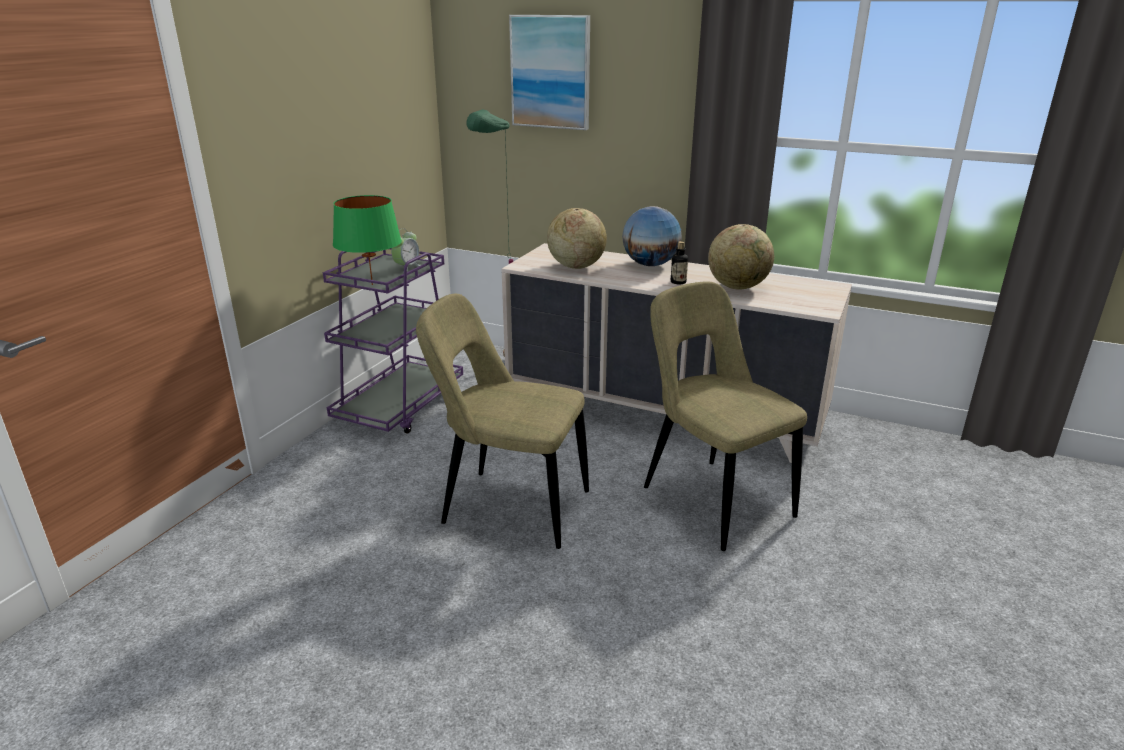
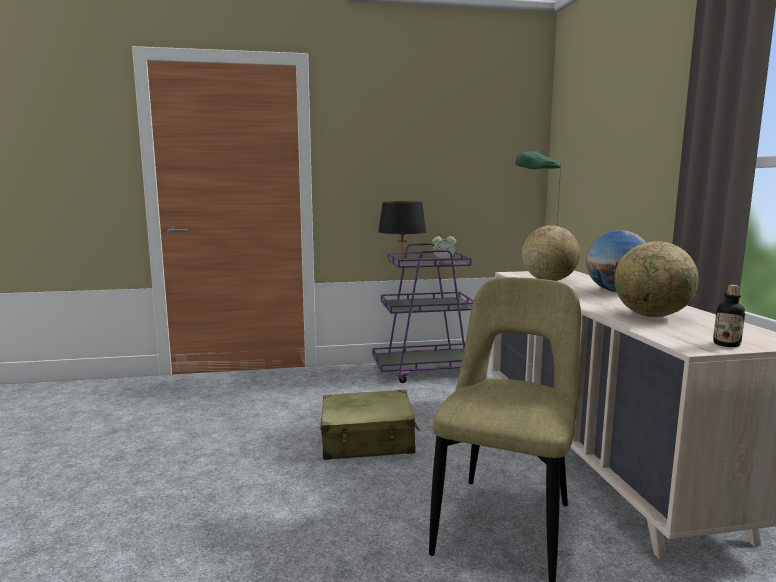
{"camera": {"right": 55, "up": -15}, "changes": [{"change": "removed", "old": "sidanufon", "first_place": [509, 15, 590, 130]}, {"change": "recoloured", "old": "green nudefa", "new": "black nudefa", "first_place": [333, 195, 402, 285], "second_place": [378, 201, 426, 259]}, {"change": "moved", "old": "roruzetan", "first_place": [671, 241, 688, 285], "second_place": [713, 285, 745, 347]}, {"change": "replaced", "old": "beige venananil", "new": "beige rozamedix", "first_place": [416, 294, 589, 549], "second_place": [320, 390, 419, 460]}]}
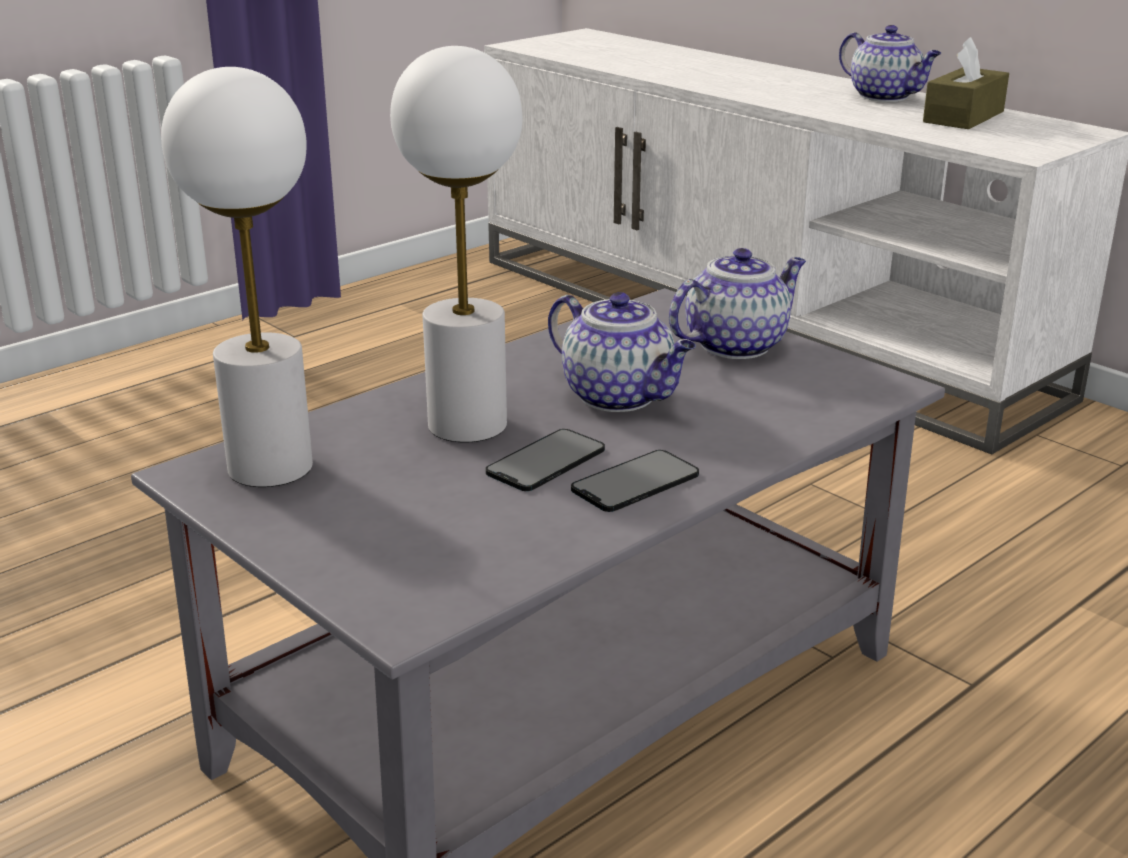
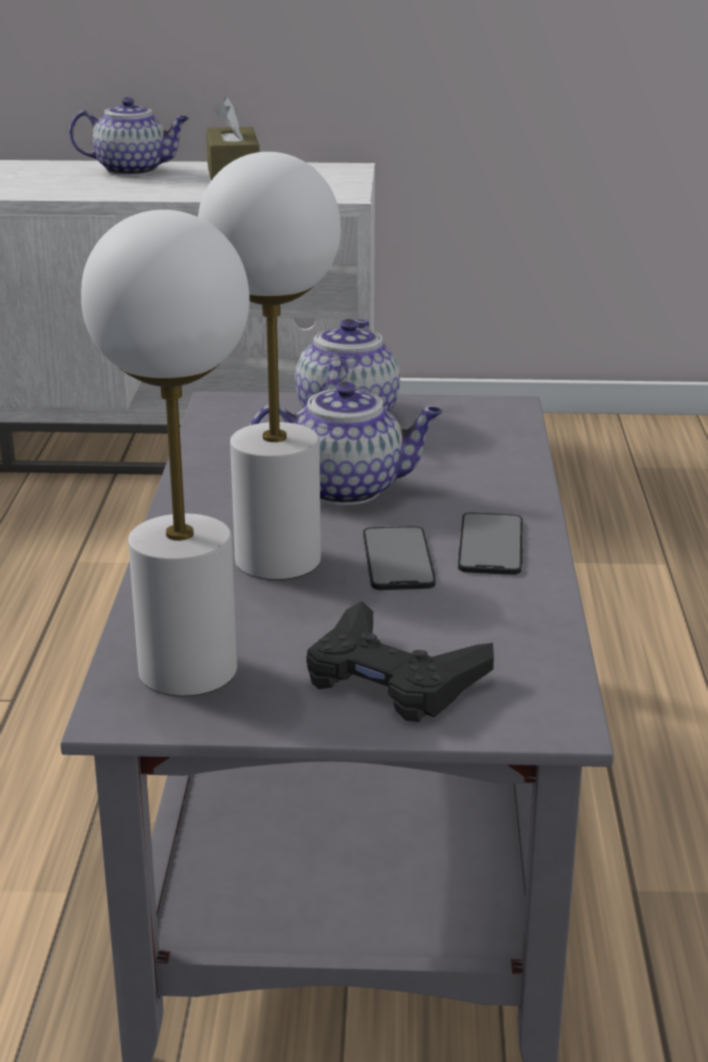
{"camera": {"right": -45, "up": 0}, "changes": [{"change": "added", "new": "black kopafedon", "second_place": [306, 601, 494, 722]}]}
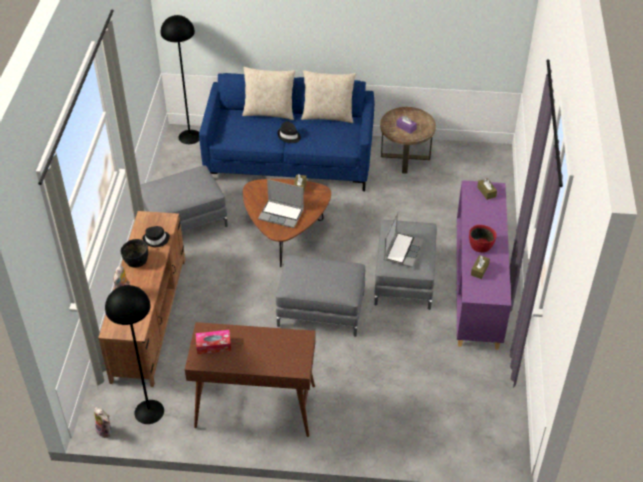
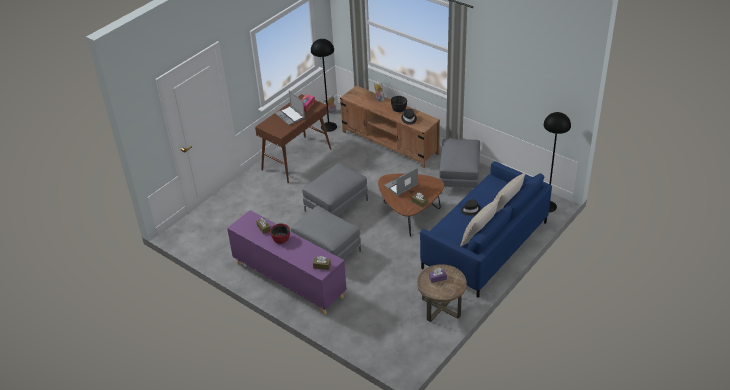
{"camera": {"right": 125, "up": -5}, "changes": [{"change": "moved", "old": "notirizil", "first_place": [384, 212, 424, 267], "second_place": [275, 91, 305, 125]}]}
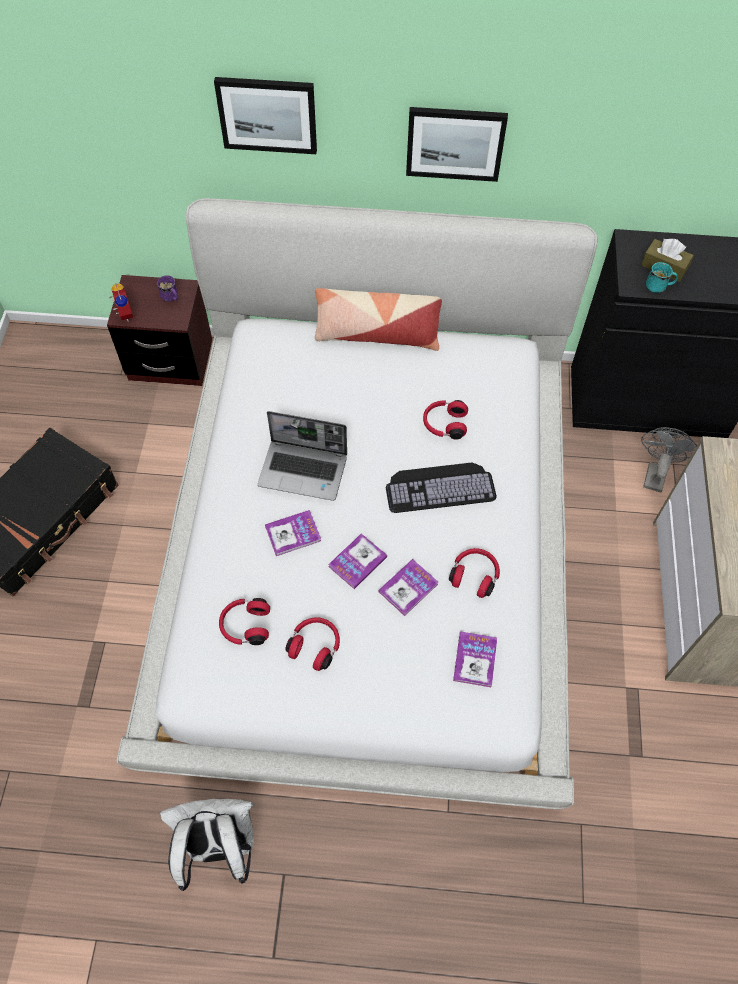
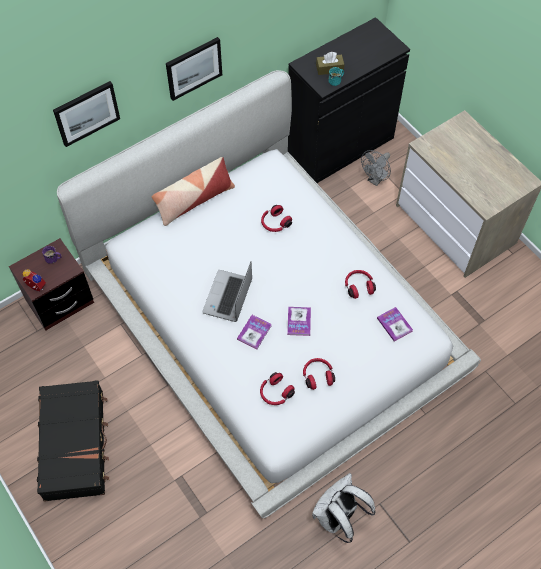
{"camera": {"right": -40, "up": 0}, "changes": [{"change": "turned", "old": "notirizil", "first_place": [258, 411, 347, 501], "second_place": [202, 261, 252, 322], "degrees": 135}, {"change": "turned", "old": "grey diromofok", "first_place": [641, 427, 697, 493], "second_place": [361, 150, 391, 186], "degrees": -120}, {"change": "removed", "old": "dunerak", "first_place": [386, 462, 497, 513]}, {"change": "removed", "old": "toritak", "first_place": [378, 559, 438, 616]}]}
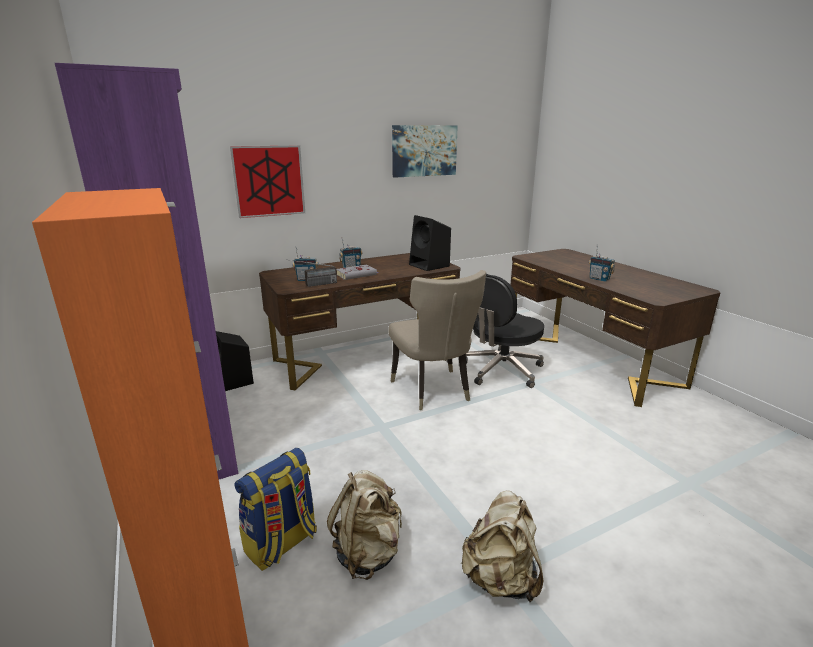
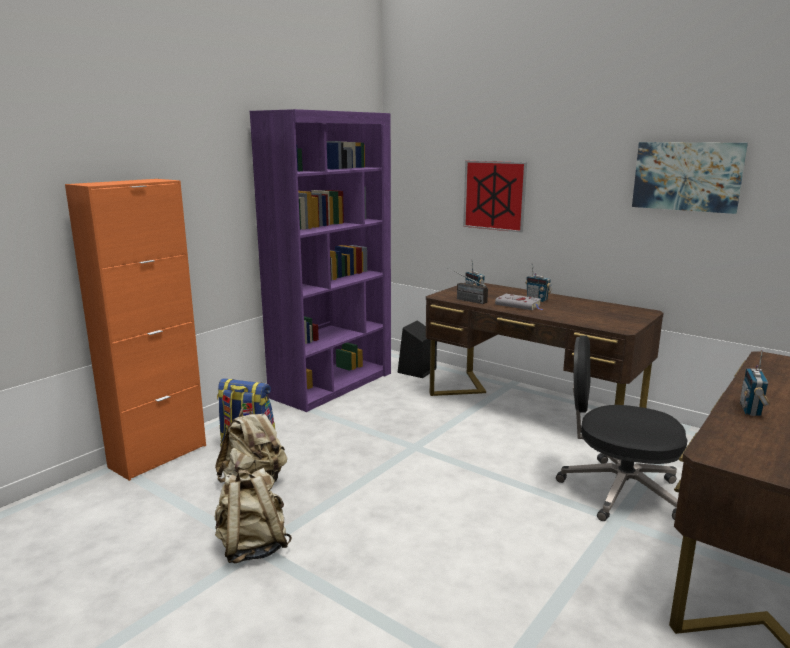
{"camera": {"right": 65, "up": -5}, "changes": [{"change": "removed", "old": "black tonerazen", "first_place": [409, 215, 451, 271]}, {"change": "removed", "old": "beige venananil", "first_place": [388, 270, 486, 410]}]}
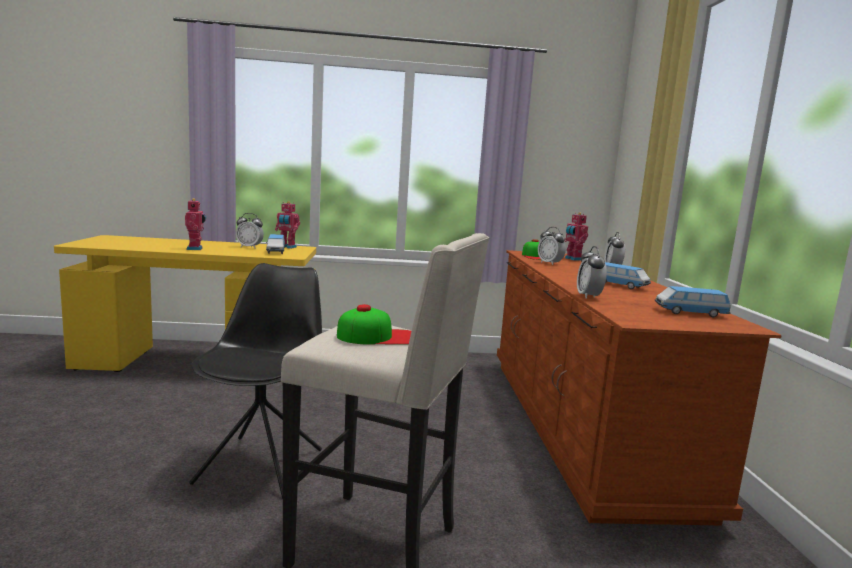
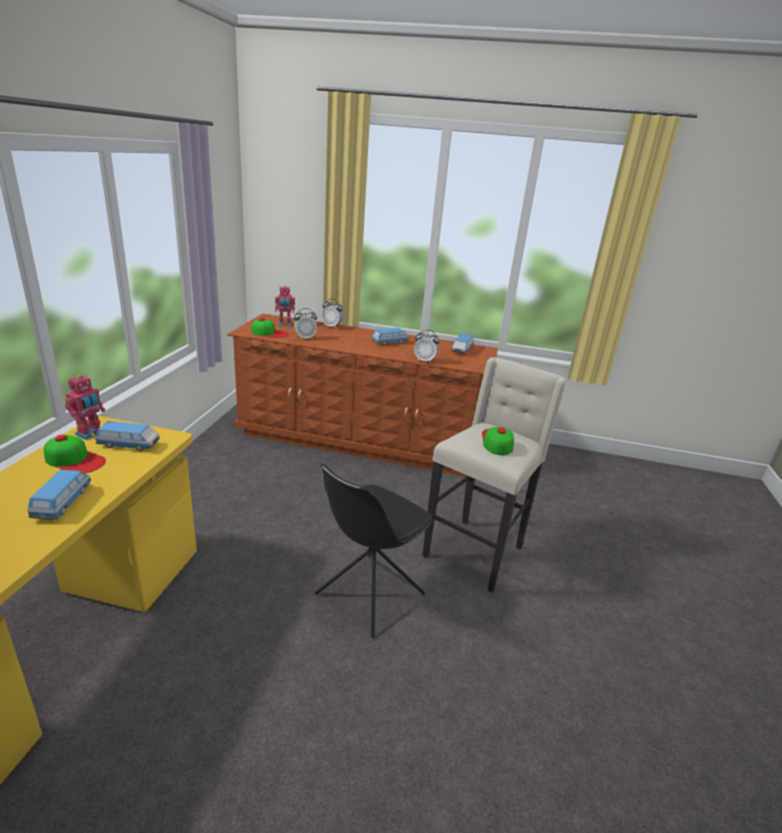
{"camera": {"right": -75, "up": 15}, "changes": [{"change": "replaced", "old": "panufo", "new": "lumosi", "first_place": [185, 198, 206, 250], "second_place": [28, 470, 91, 520]}, {"change": "replaced", "old": "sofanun", "new": "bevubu", "first_place": [236, 213, 264, 248], "second_place": [44, 435, 106, 474]}, {"change": "turned", "old": "black venananil", "first_place": [189, 263, 322, 499], "second_place": [315, 463, 433, 638], "degrees": -75}]}
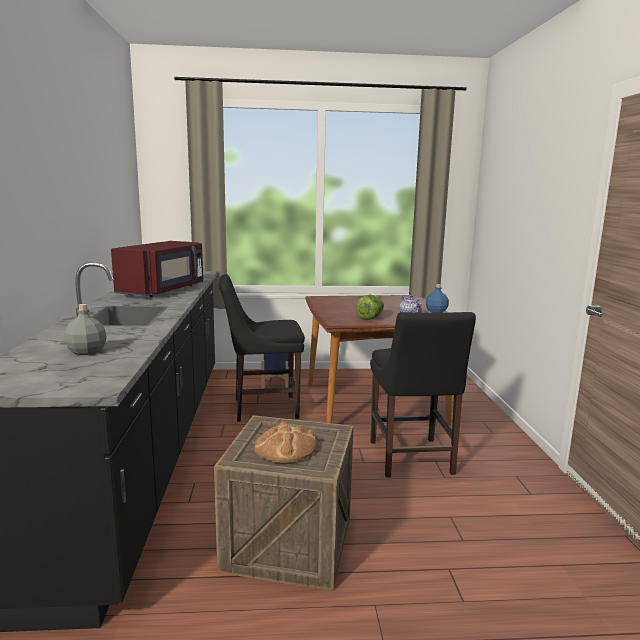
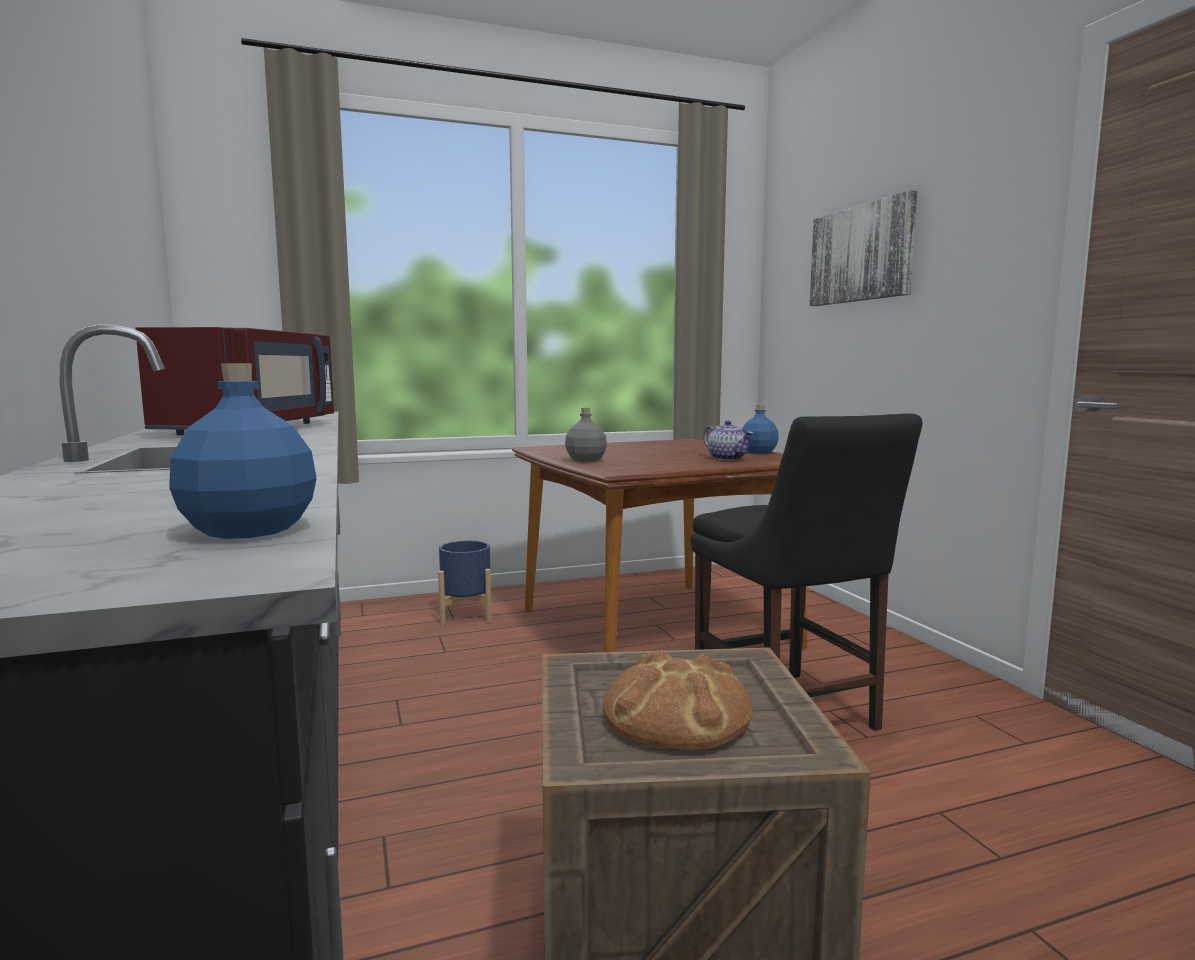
{"camera": {"right": -15, "up": -5}, "changes": [{"change": "removed", "old": "black venananil", "first_place": [219, 274, 305, 422]}, {"change": "removed", "old": "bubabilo", "first_place": [355, 295, 384, 320]}, {"change": "moved", "old": "grey roruzetan", "first_place": [65, 304, 107, 355], "second_place": [565, 408, 607, 462]}, {"change": "added", "new": "sidanufon", "second_place": [810, 190, 917, 306]}, {"change": "added", "new": "blue roruzetan", "second_place": [169, 363, 317, 539]}]}
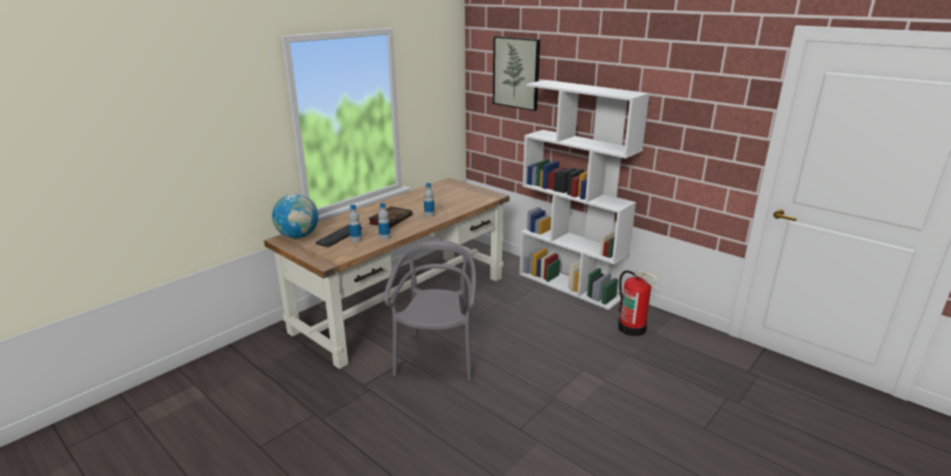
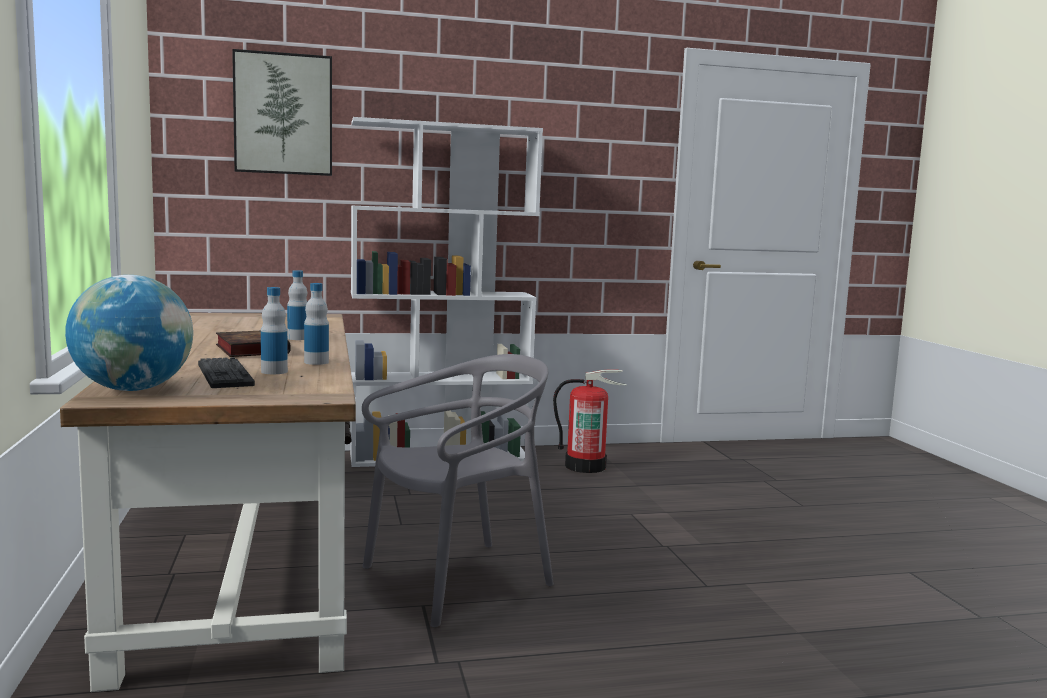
{"camera": {"right": -55, "up": -15}, "changes": [{"change": "turned", "old": "grey venananil", "first_place": [384, 241, 476, 381], "second_place": [362, 354, 554, 627], "degrees": 105}]}
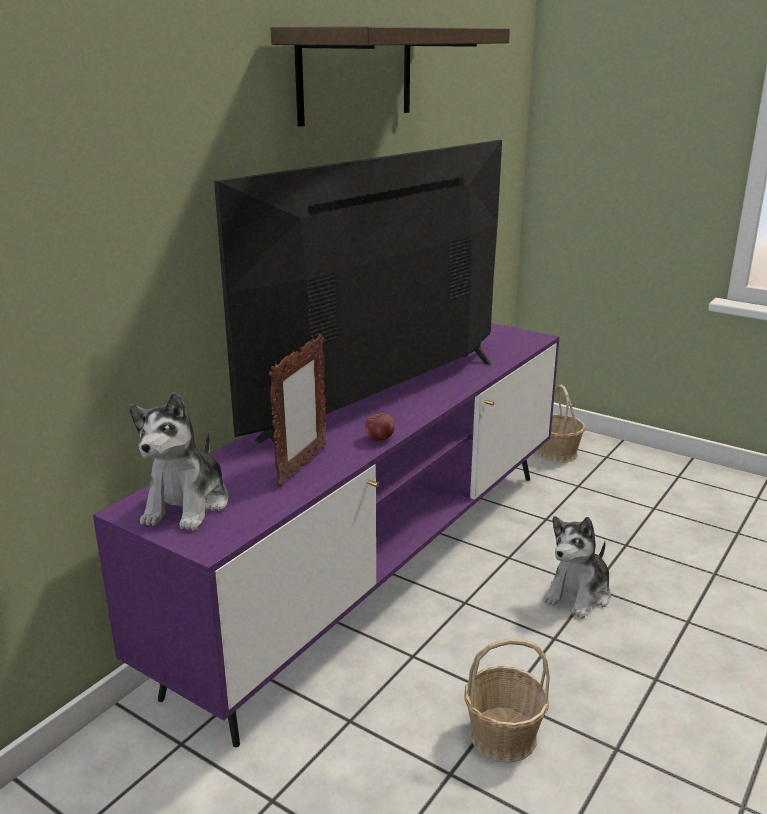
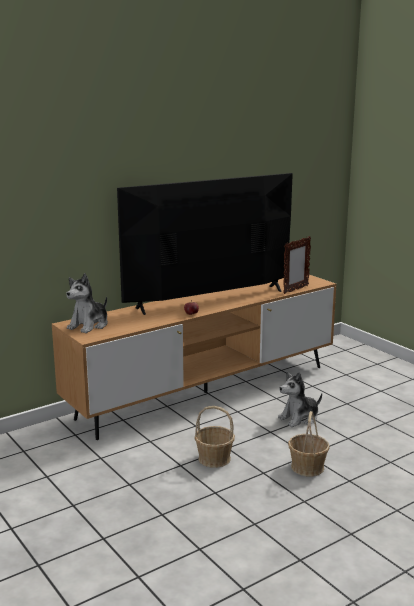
{"camera": {"right": 20, "up": -5}, "changes": [{"change": "removed", "old": "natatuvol", "first_place": [271, 26, 510, 127]}, {"change": "recoloured", "old": "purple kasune", "new": "brown kasune", "first_place": [93, 323, 559, 747], "second_place": [52, 274, 336, 440]}, {"change": "moved", "old": "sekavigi", "first_place": [269, 334, 327, 487], "second_place": [283, 236, 311, 294]}, {"change": "moved", "old": "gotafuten", "first_place": [537, 385, 586, 463], "second_place": [288, 411, 330, 476]}]}
